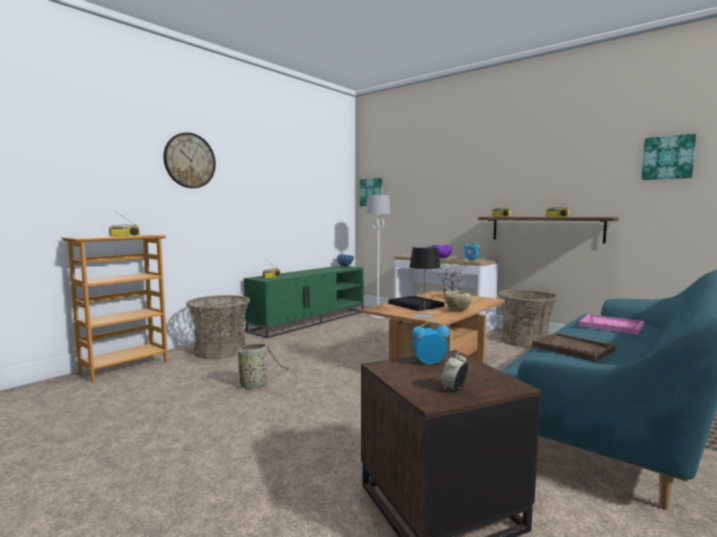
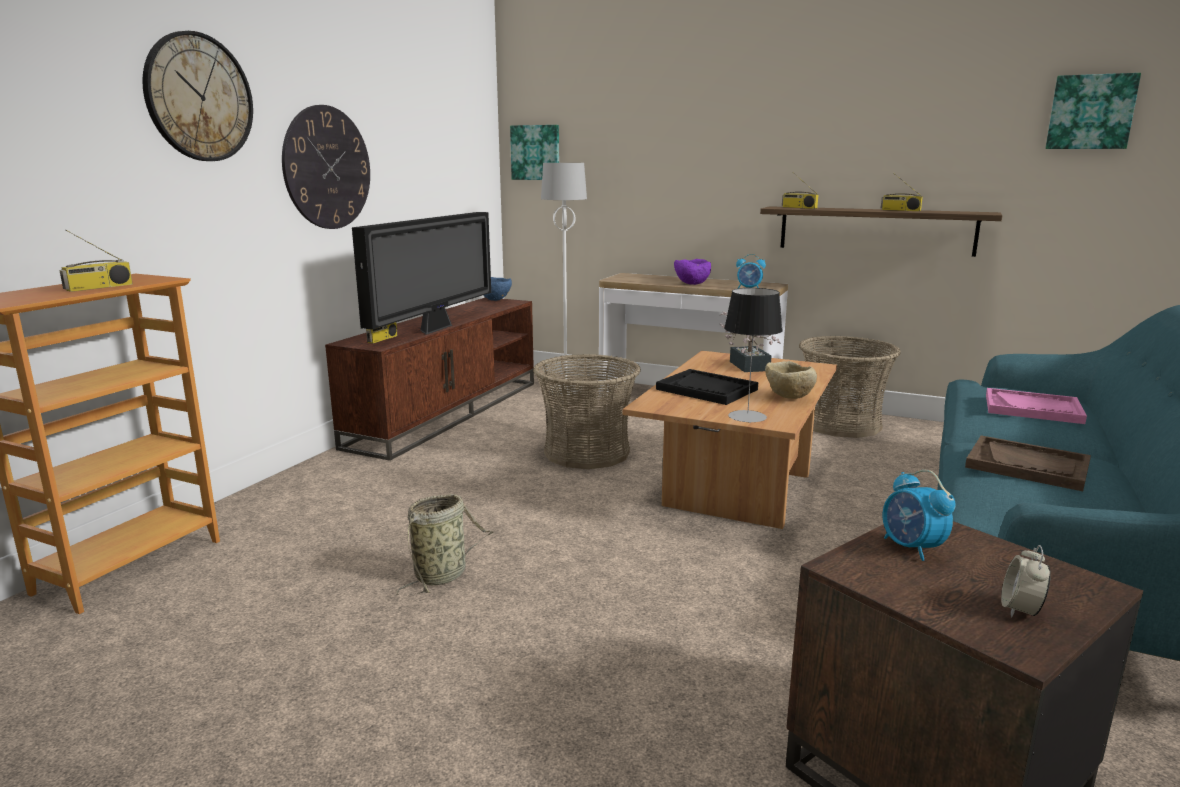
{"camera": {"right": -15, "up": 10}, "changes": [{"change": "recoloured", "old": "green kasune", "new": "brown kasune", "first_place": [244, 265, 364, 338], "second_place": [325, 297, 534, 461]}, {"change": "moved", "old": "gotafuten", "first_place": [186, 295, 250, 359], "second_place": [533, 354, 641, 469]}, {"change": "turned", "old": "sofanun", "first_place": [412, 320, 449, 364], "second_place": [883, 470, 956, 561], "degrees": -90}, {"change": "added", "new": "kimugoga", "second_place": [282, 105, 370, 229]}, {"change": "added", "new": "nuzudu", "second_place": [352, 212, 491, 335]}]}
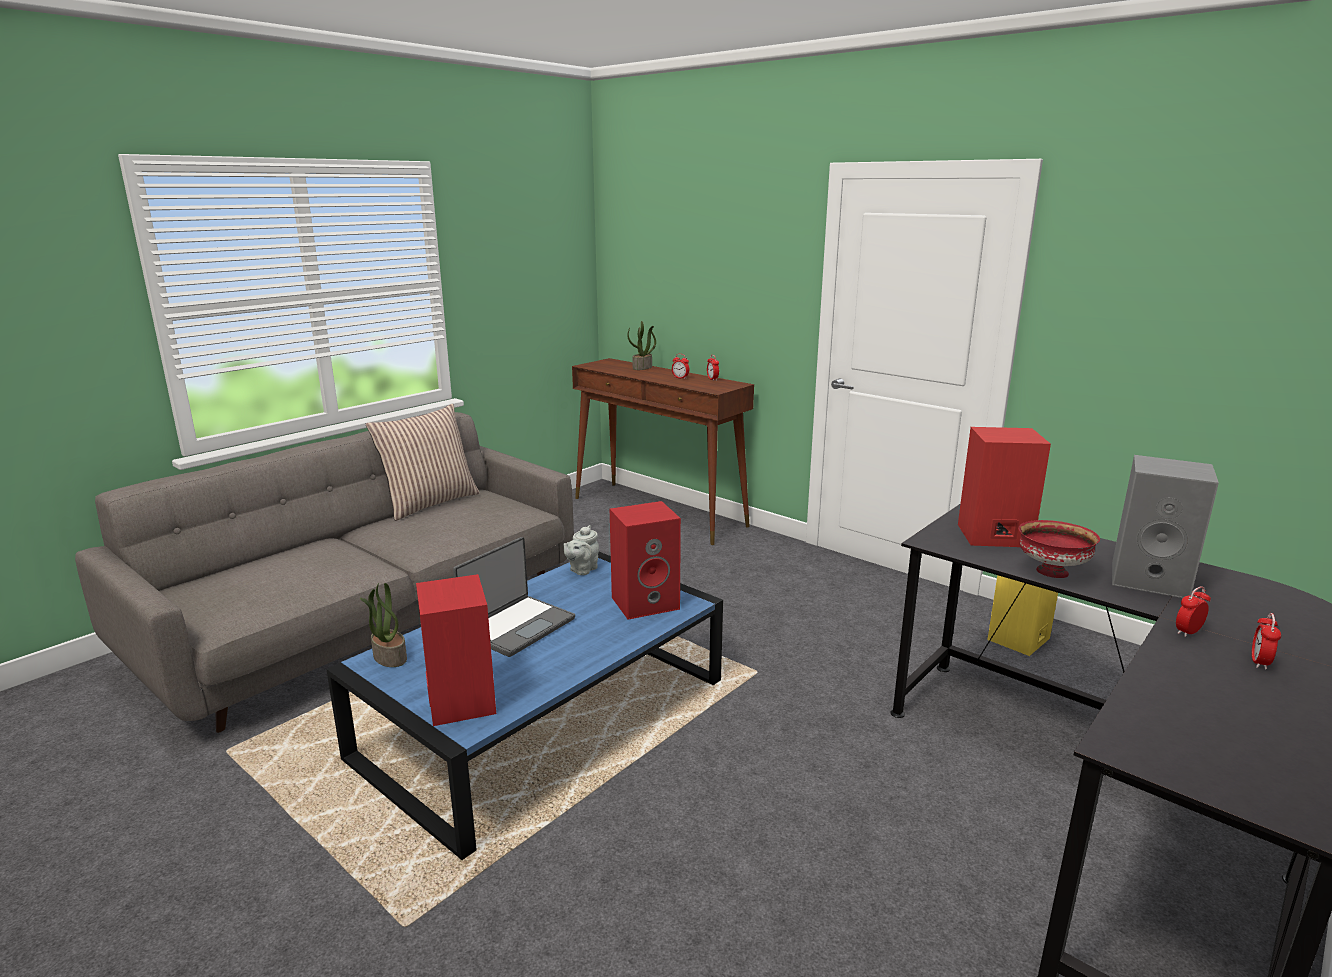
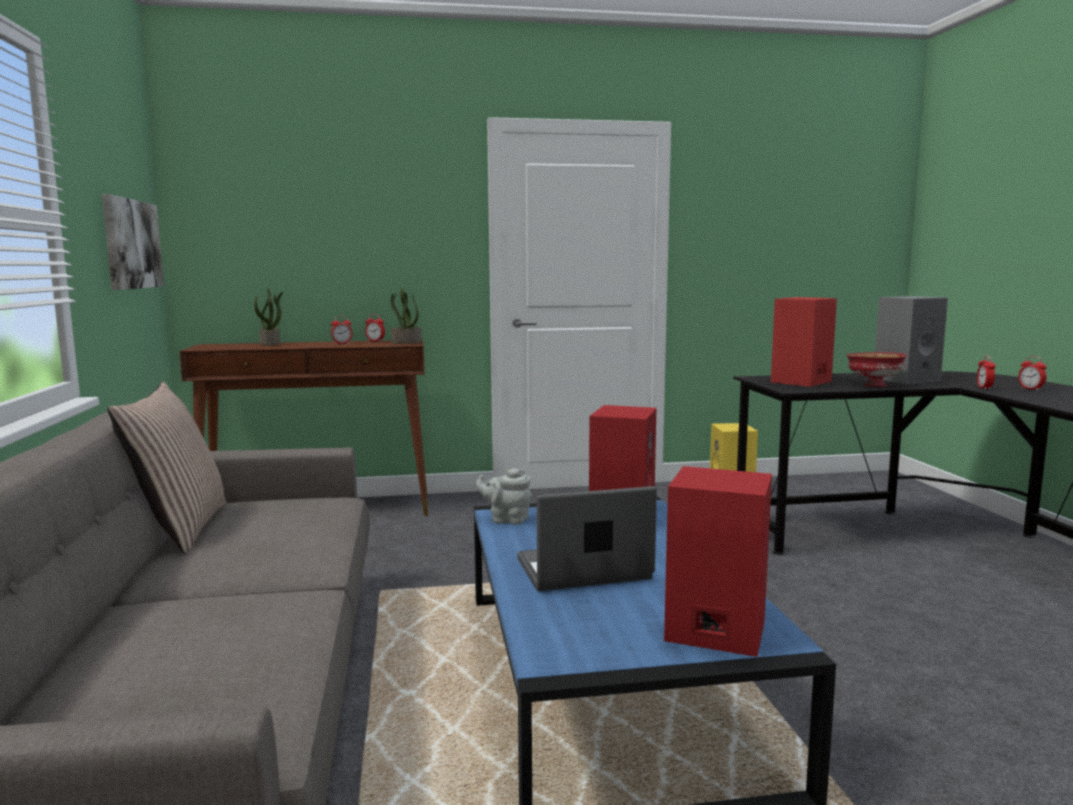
{"camera": {"right": -50, "up": -10}, "changes": [{"change": "turned", "old": "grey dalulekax", "first_place": [563, 525, 599, 575], "second_place": [475, 468, 533, 525], "degrees": 120}, {"change": "turned", "old": "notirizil", "first_place": [453, 537, 575, 657], "second_place": [517, 486, 657, 591], "degrees": -90}, {"change": "moved", "old": "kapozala", "first_place": [360, 583, 407, 667], "second_place": [391, 287, 422, 344]}, {"change": "added", "new": "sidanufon", "second_place": [102, 194, 164, 290]}]}
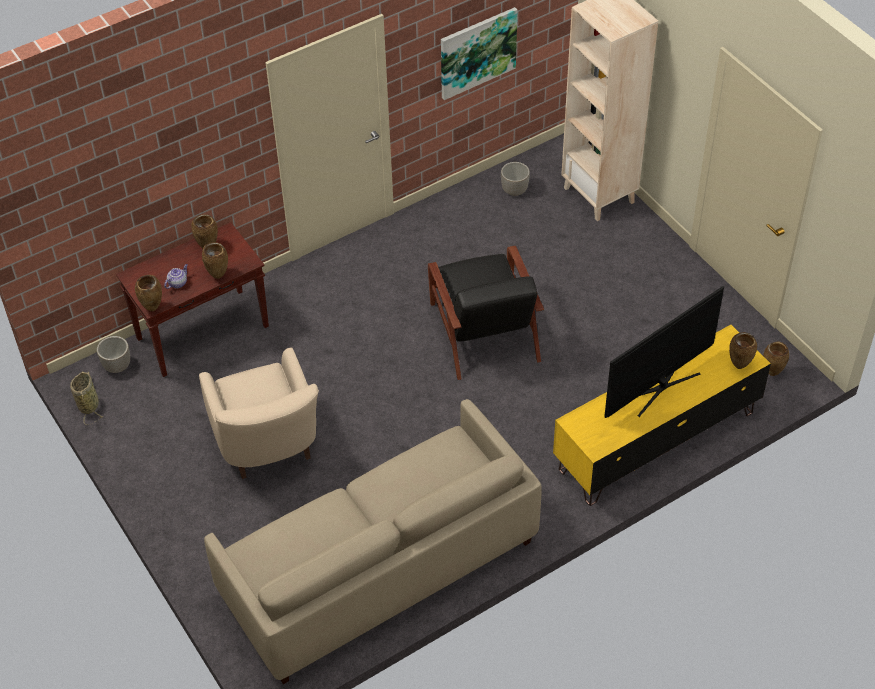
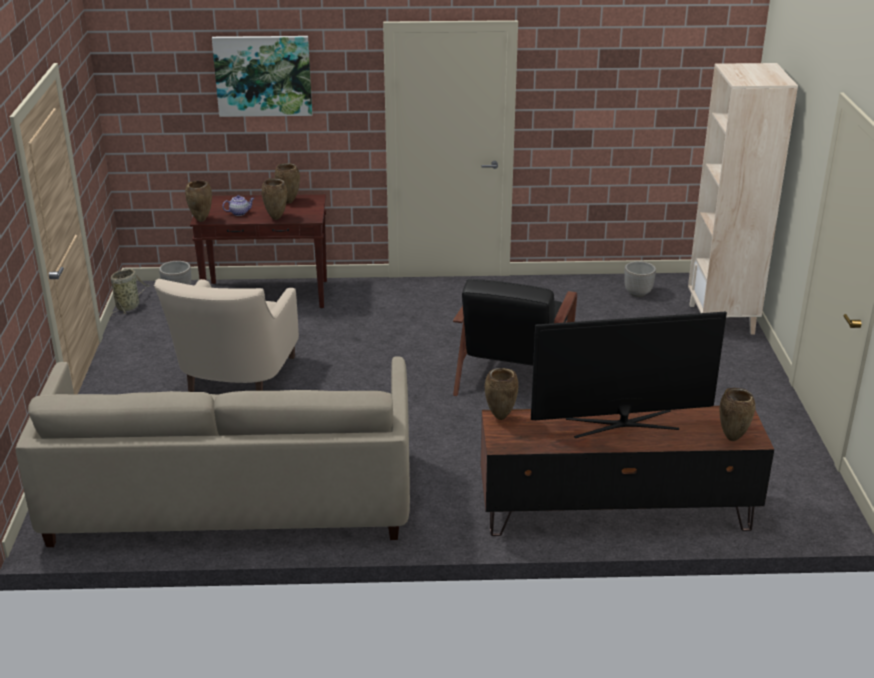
{"camera": {"right": 30, "up": -20}, "changes": [{"change": "moved", "old": "sidanufon", "first_place": [441, 7, 517, 100], "second_place": [212, 36, 312, 117]}, {"change": "recoloured", "old": "yellow kasune", "new": "brown kasune", "first_place": [553, 325, 771, 506], "second_place": [481, 406, 774, 536]}, {"change": "moved", "old": "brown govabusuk", "first_place": [763, 341, 789, 376], "second_place": [485, 368, 518, 420]}]}
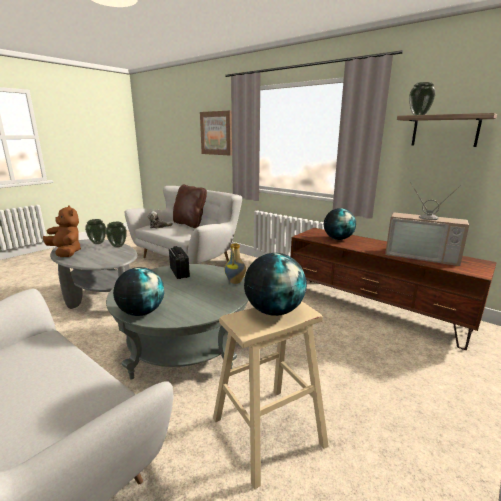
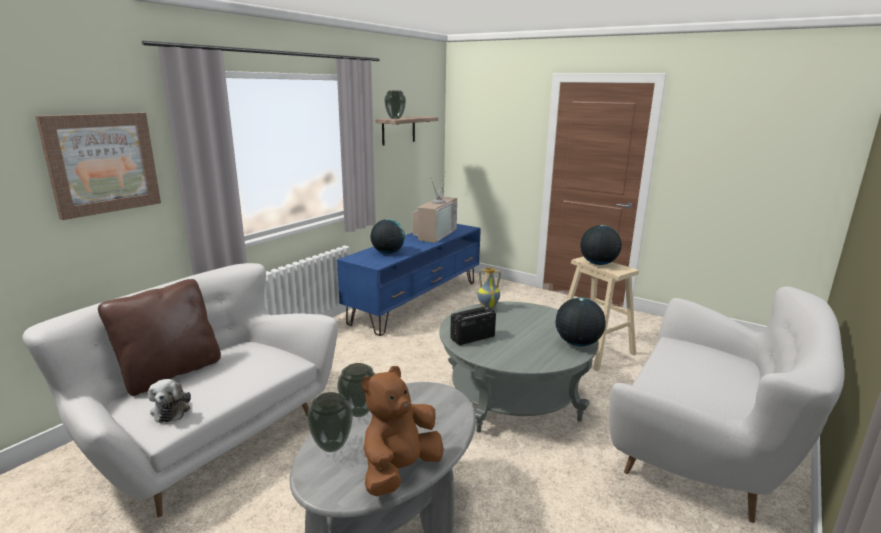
{"camera": {"right": -95, "up": 0}, "changes": [{"change": "recoloured", "old": "brown kasune", "new": "blue kasune", "first_place": [291, 228, 497, 350], "second_place": [337, 224, 481, 336]}]}
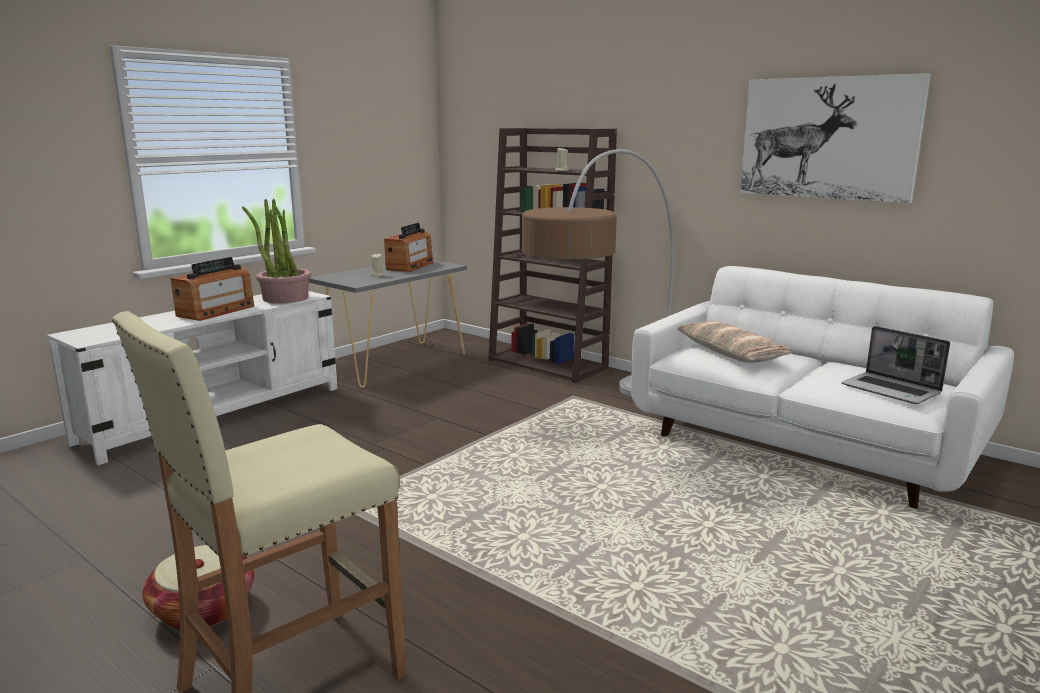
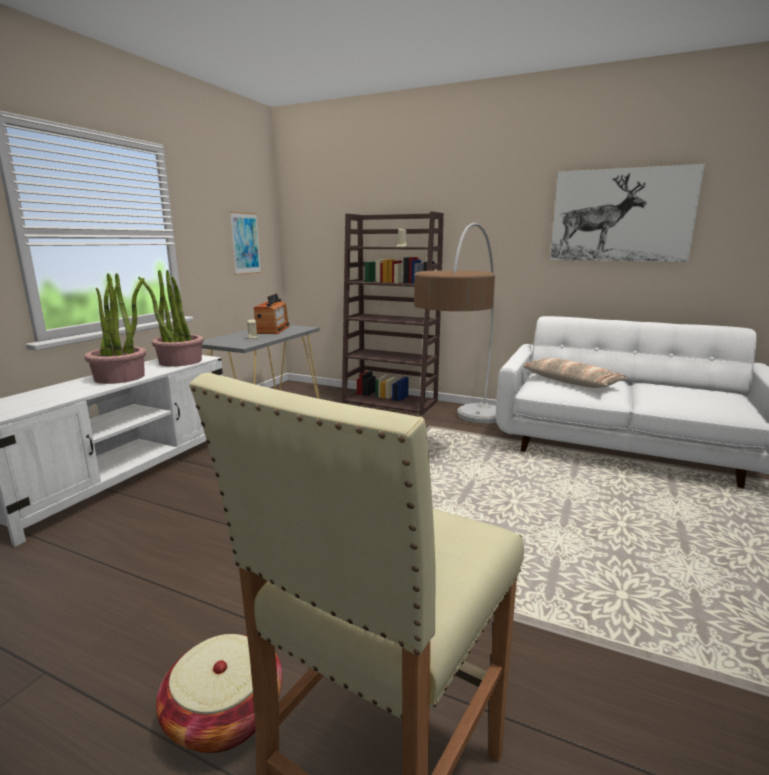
{"camera": {"right": -15, "up": 0}, "changes": [{"change": "replaced", "old": "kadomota", "new": "kapozala", "first_place": [171, 257, 254, 321], "second_place": [84, 273, 146, 384]}, {"change": "removed", "old": "notirizil", "first_place": [841, 326, 950, 404]}, {"change": "added", "new": "sidanufon", "second_place": [230, 212, 261, 275]}]}
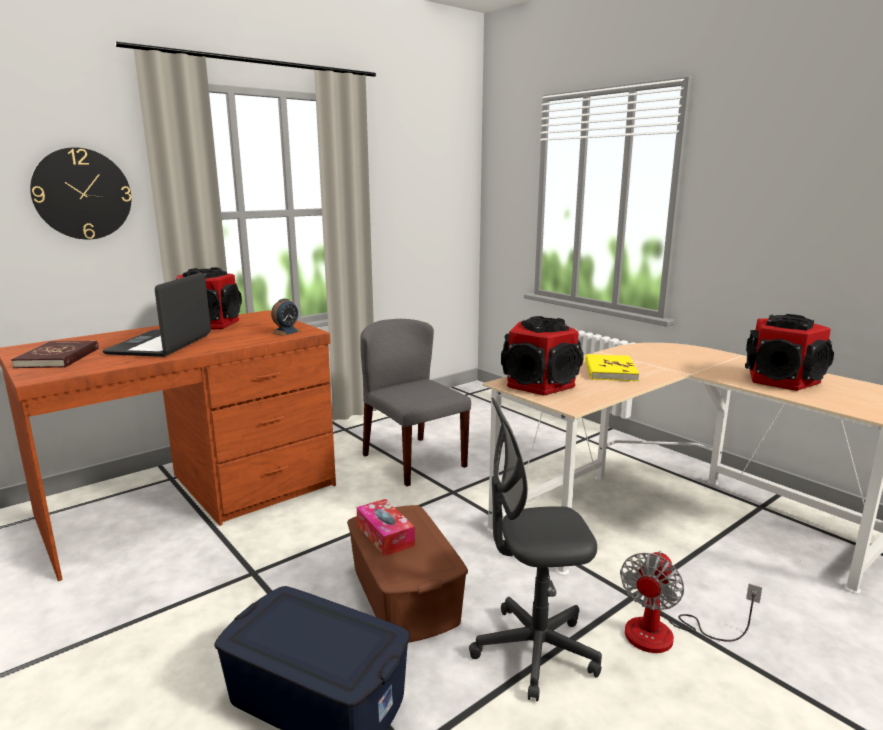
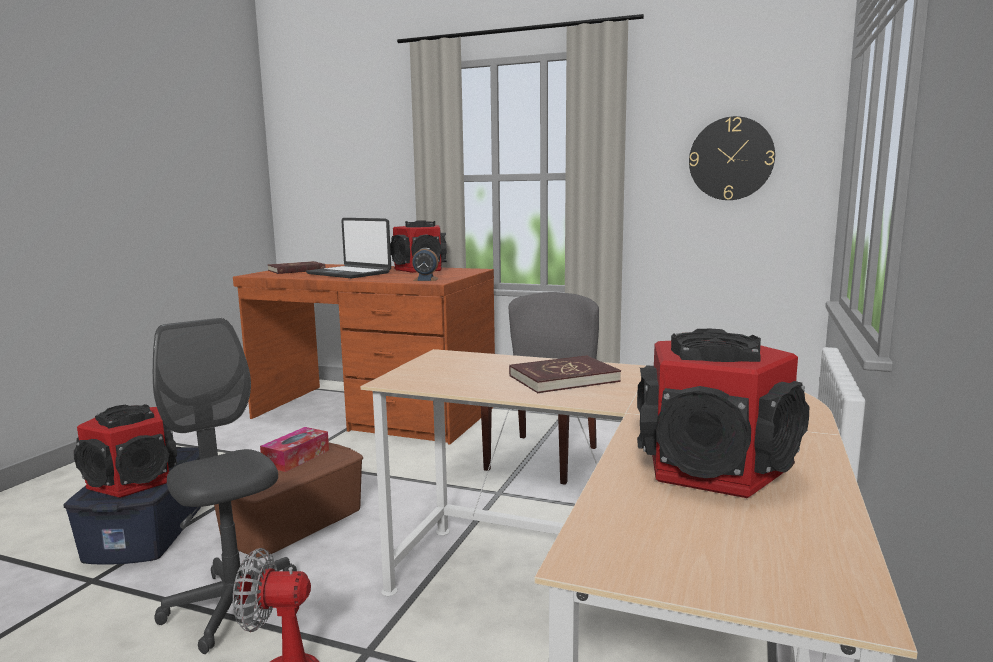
{"camera": {"right": 60, "up": -5}, "changes": [{"change": "moved", "old": "kimugoga", "first_place": [30, 147, 131, 239], "second_place": [689, 116, 775, 200]}, {"change": "turned", "old": "notirizil", "first_place": [103, 272, 211, 357], "second_place": [306, 218, 391, 278], "degrees": -120}, {"change": "moved", "old": "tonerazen", "first_place": [501, 316, 584, 395], "second_place": [74, 404, 177, 498]}, {"change": "recoloured", "old": "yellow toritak", "new": "red toritak", "first_place": [585, 354, 639, 381], "second_place": [509, 355, 621, 393]}]}
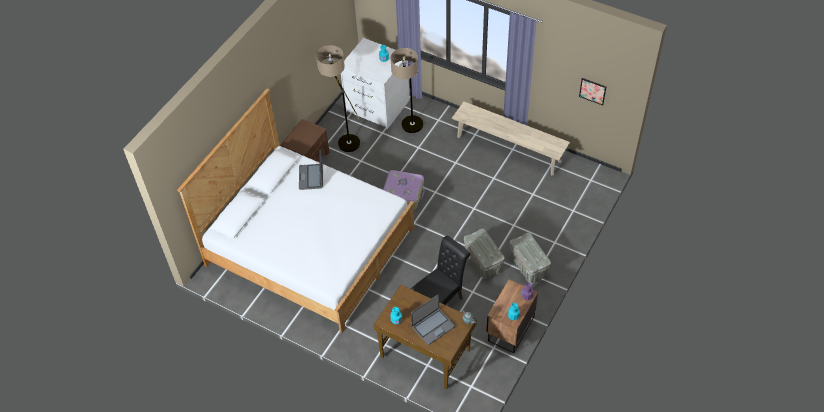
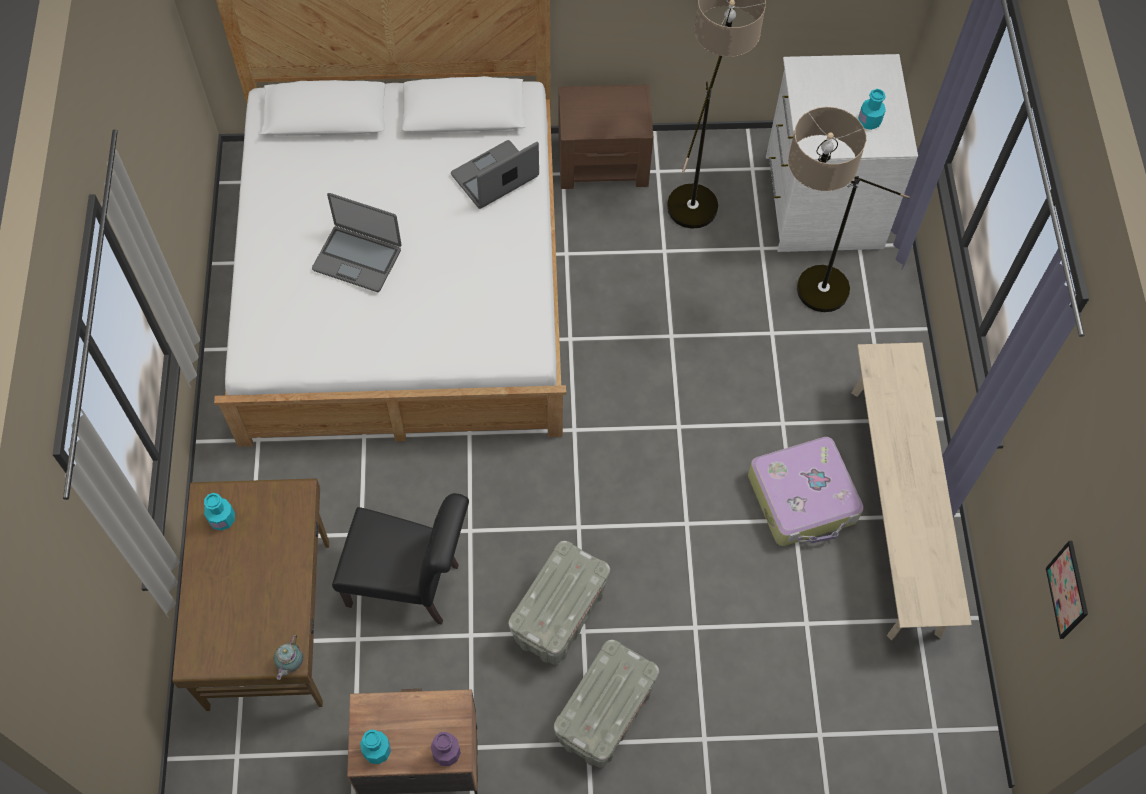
{"camera": {"right": 55, "up": 10}, "changes": [{"change": "moved", "old": "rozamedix", "first_place": [383, 170, 425, 210], "second_place": [748, 437, 864, 546]}, {"change": "moved", "old": "notirizil", "first_place": [411, 294, 455, 345], "second_place": [312, 193, 402, 292]}]}
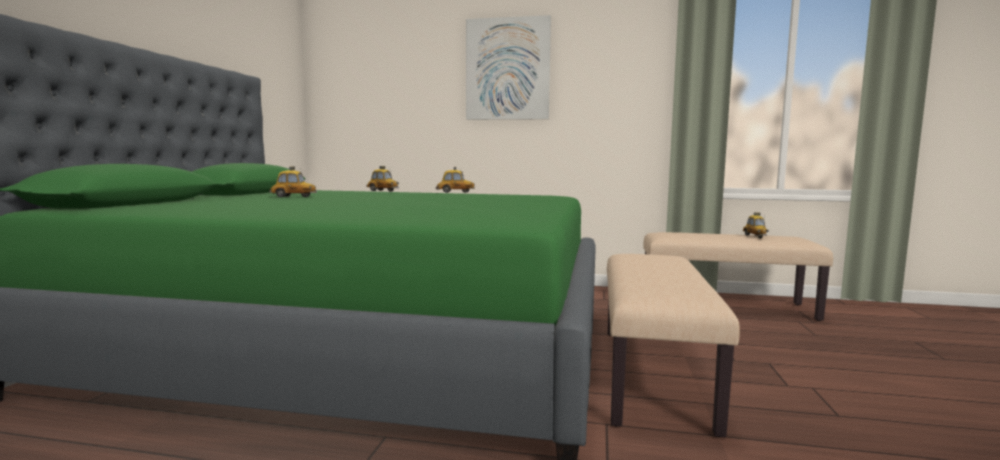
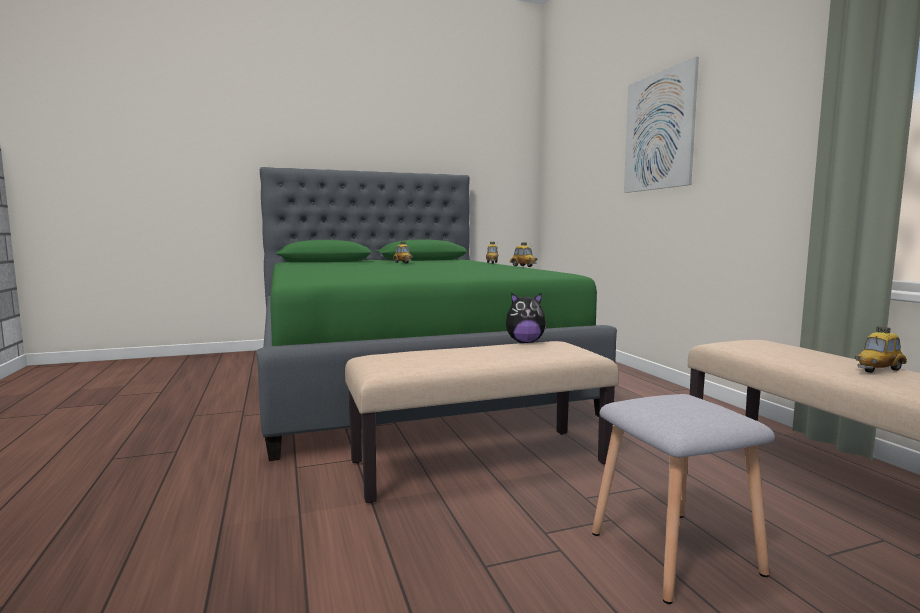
{"camera": {"right": 60, "up": 0}, "changes": [{"change": "added", "new": "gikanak", "second_place": [506, 293, 547, 343]}, {"change": "added", "new": "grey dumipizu", "second_place": [592, 394, 775, 604]}]}
